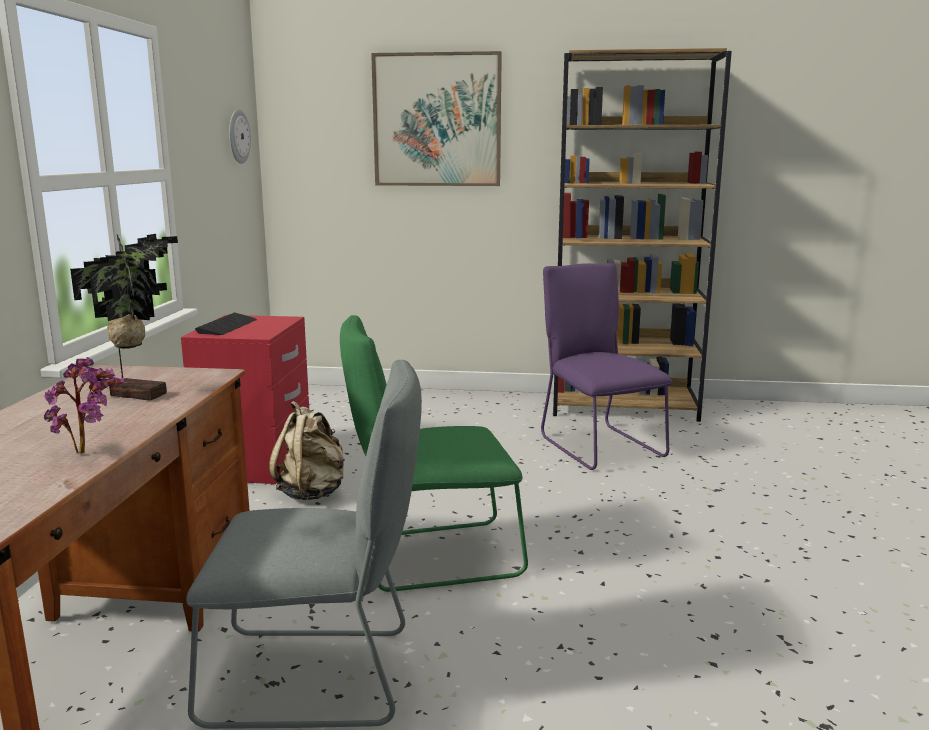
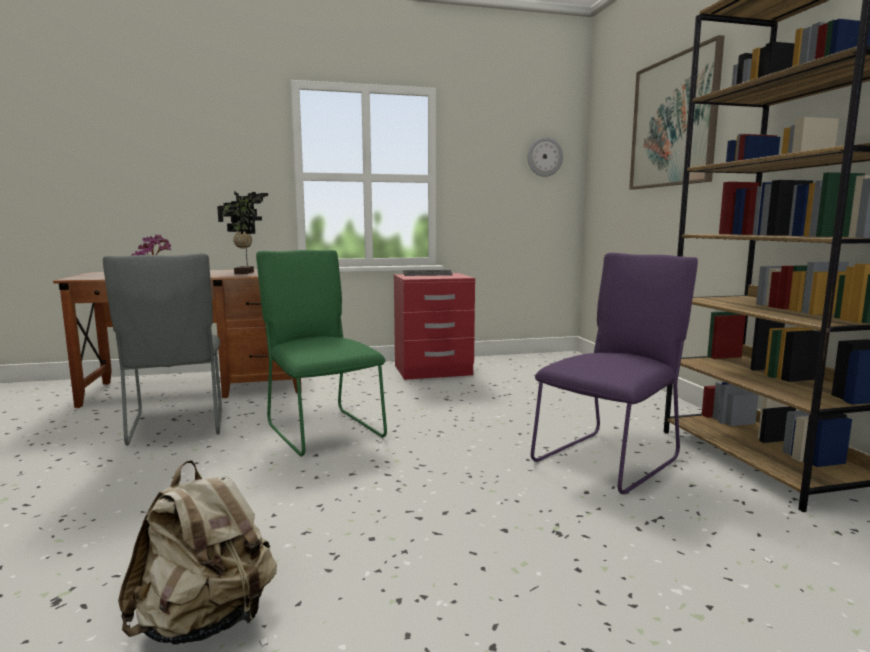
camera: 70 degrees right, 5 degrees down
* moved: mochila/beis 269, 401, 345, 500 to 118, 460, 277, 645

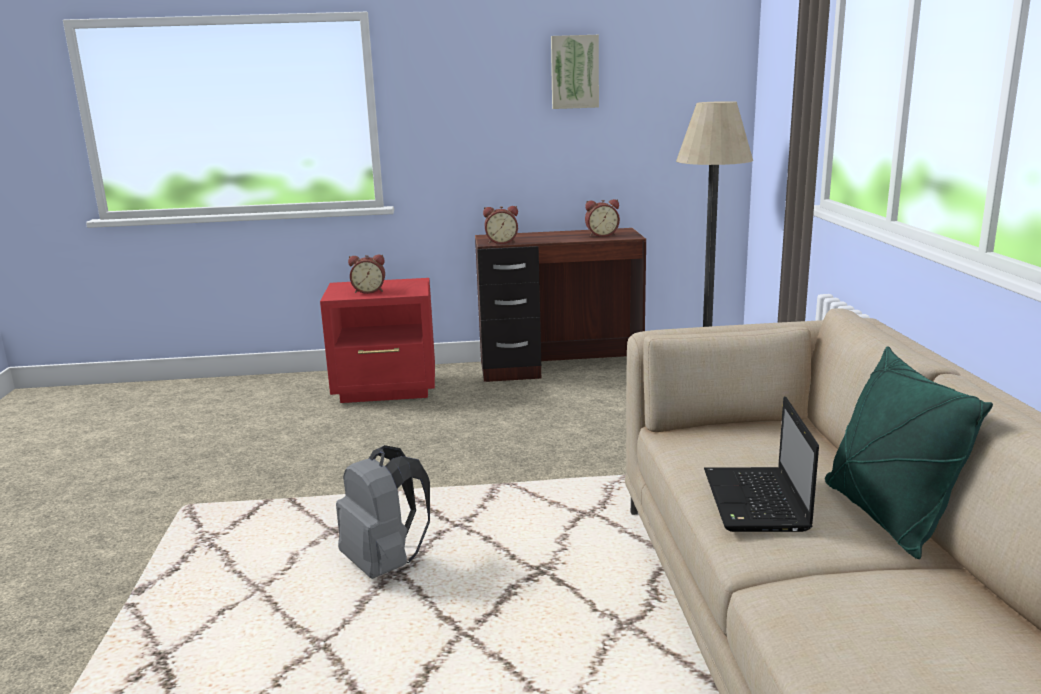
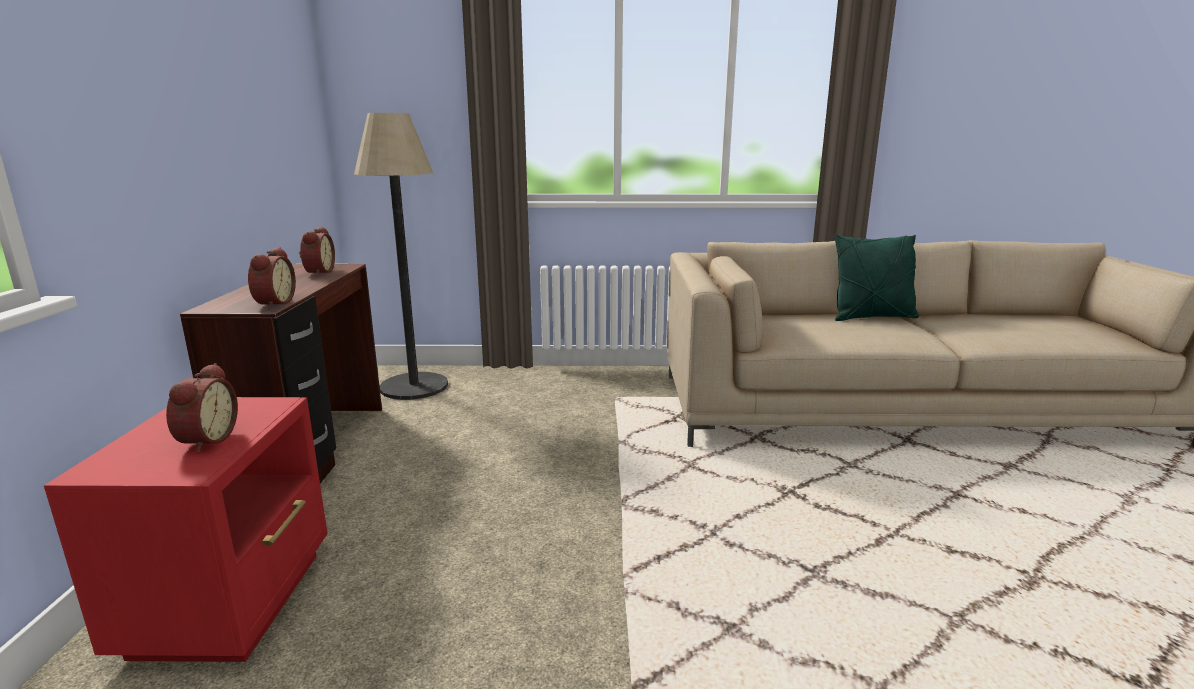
camera: 85 degrees left, 0 degrees up
* removed: mochila/gris 336, 445, 430, 579
* removed: cuadro 551, 35, 599, 109
* removed: portátil 704, 397, 819, 532

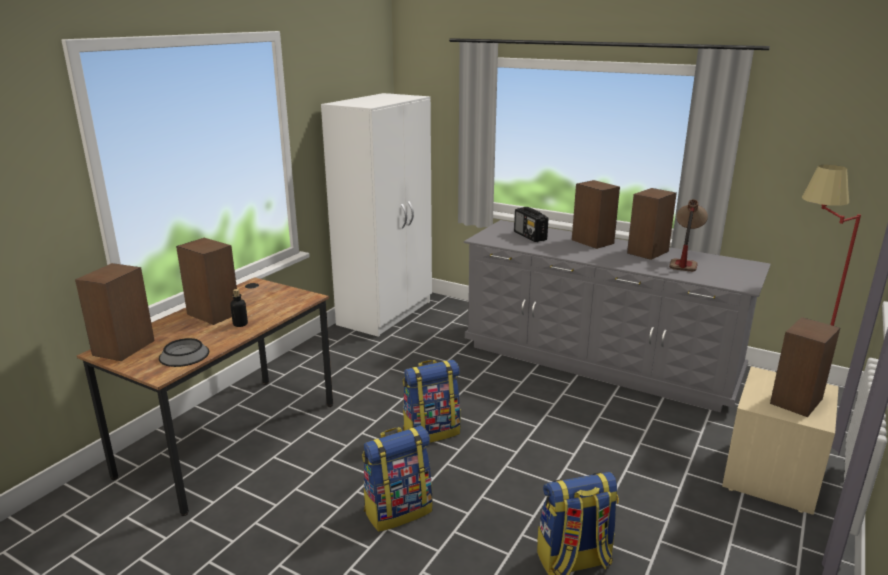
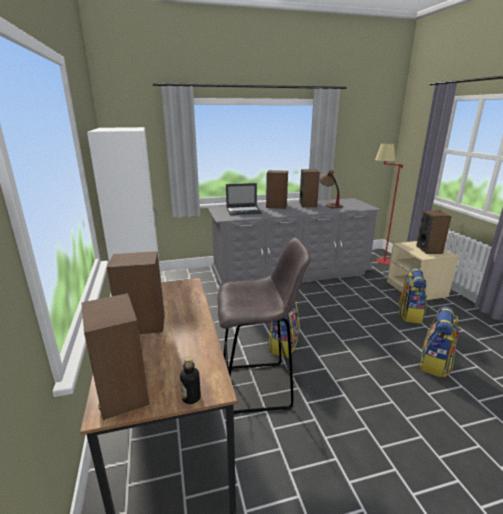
camera: 45 degrees left, 0 degrees up
* removed: cuenco 159, 338, 209, 367
* added: taburete/gris 218, 238, 310, 414
* moved: botella 230, 289, 248, 327 to 180, 356, 201, 404
* moved: mochila 362, 426, 433, 532 to 397, 267, 427, 324
* replaced: radio 514, 207, 548, 242 to portátil 226, 183, 262, 215

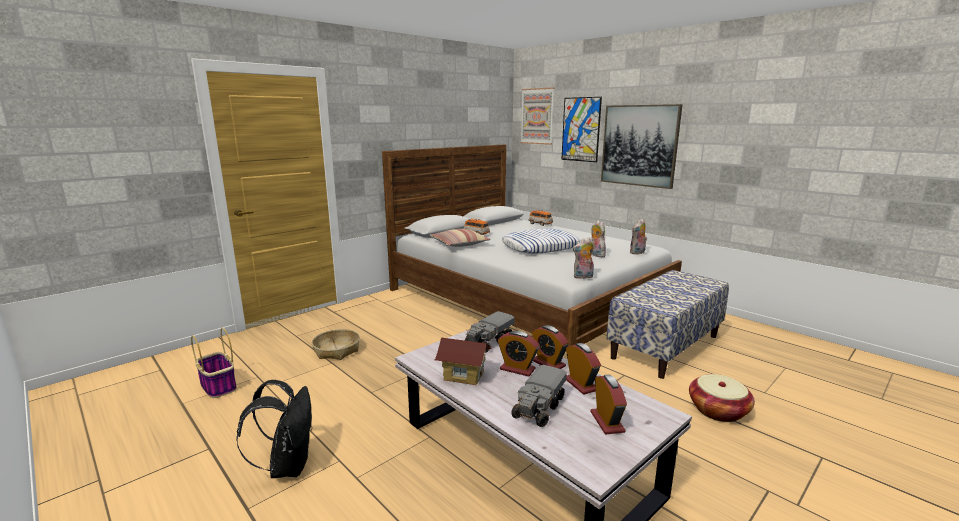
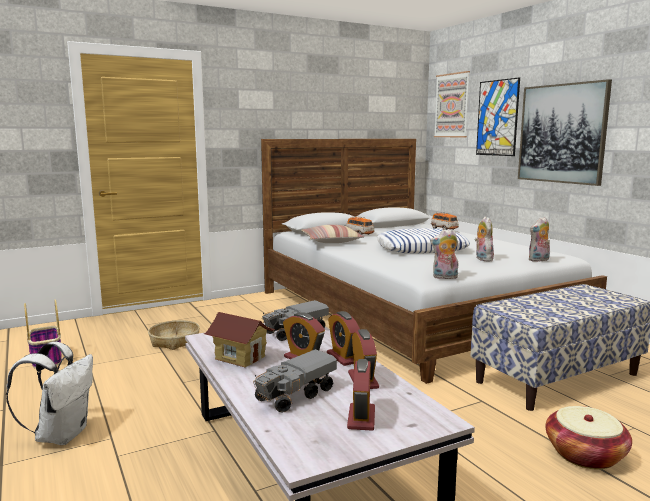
camera: 15 degrees right, 5 degrees down
* recoloured: mochila/negro 236, 380, 313, 478 to mochila/blanco 6, 342, 93, 445

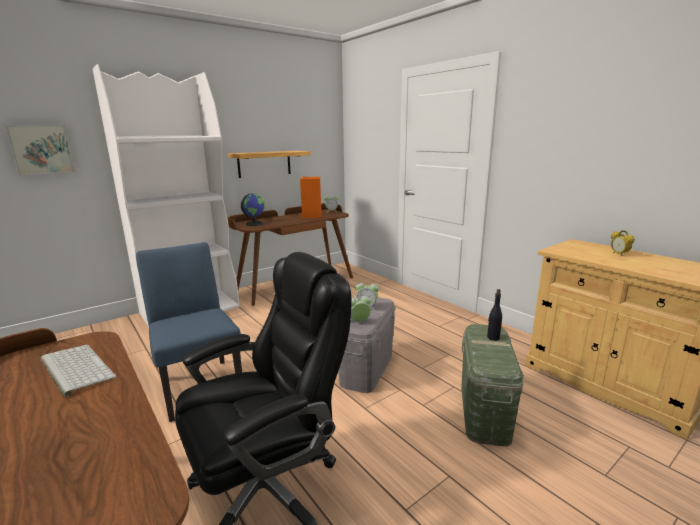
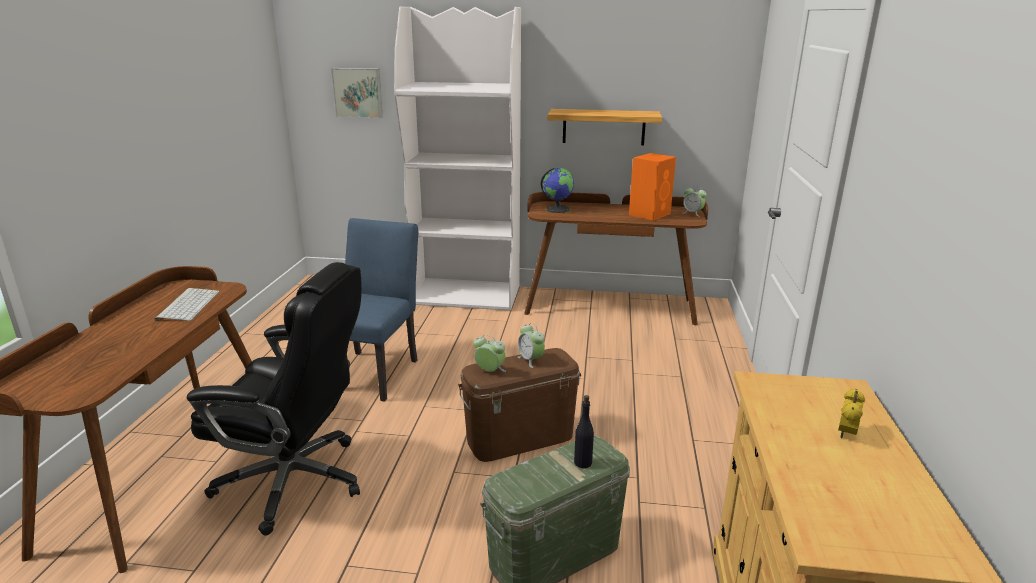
camera: 45 degrees right, 5 degrees up
* recoloured: caja de almacenaje/gris 338, 297, 395, 393 to caja de almacenaje/marrón 458, 348, 581, 462

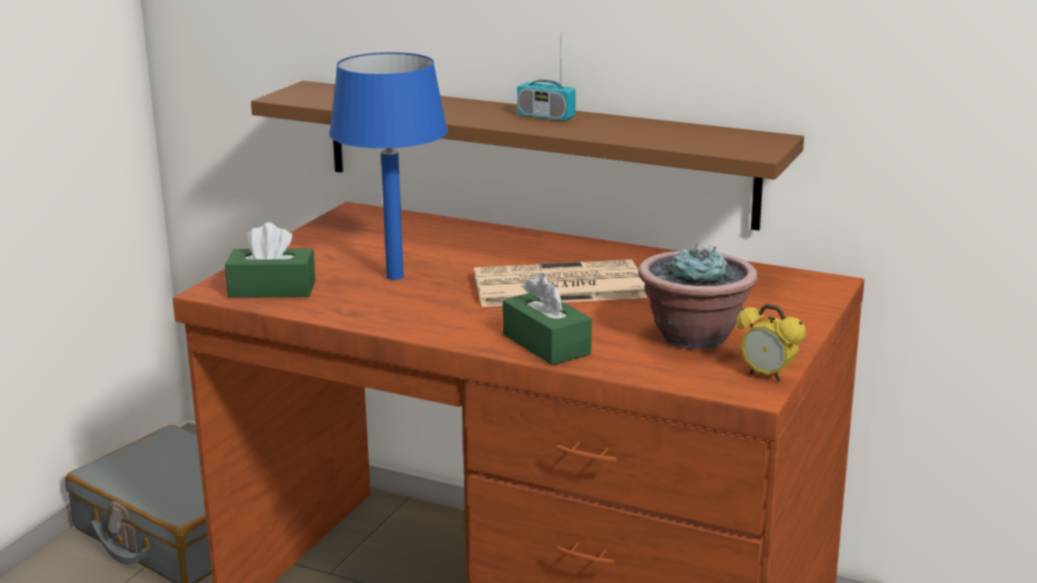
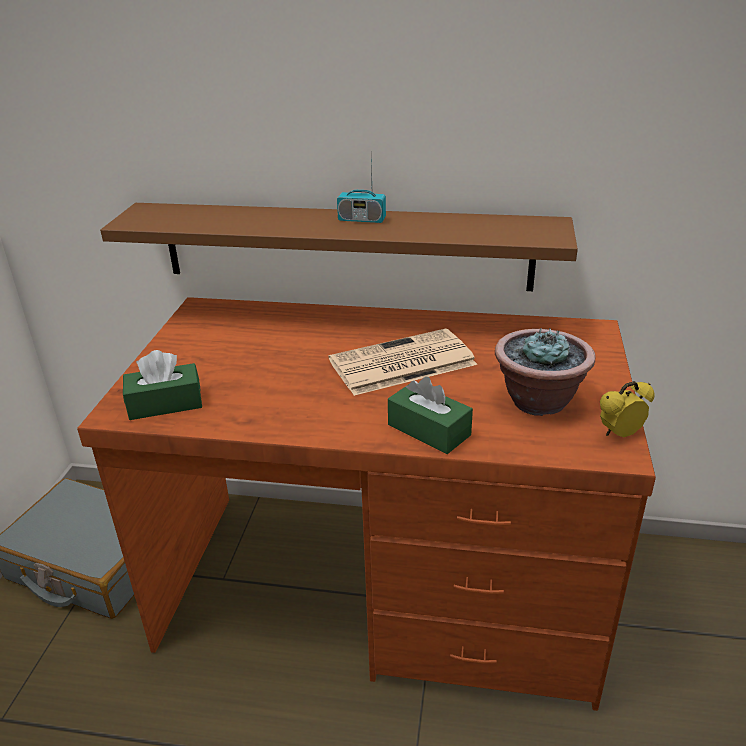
camera: 15 degrees left, 10 degrees up
* removed: lámpara de mesa/azul 329, 52, 448, 280
* turned: despertador 737, 304, 806, 382 = 600, 381, 655, 437 135 degrees clockwise

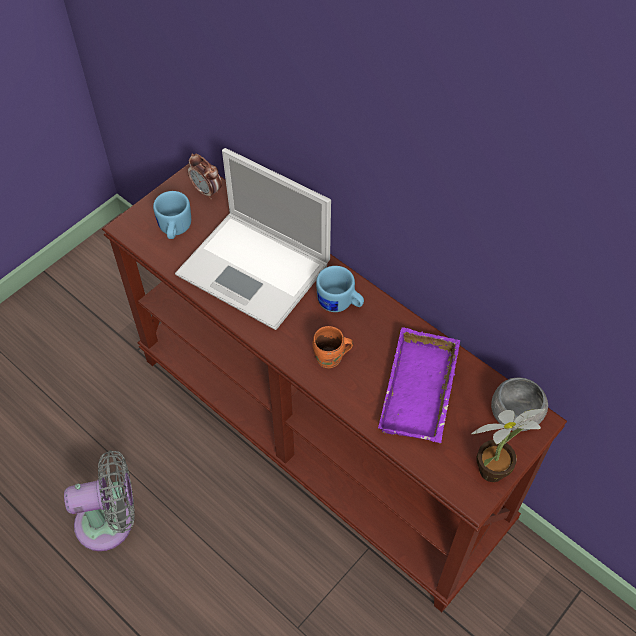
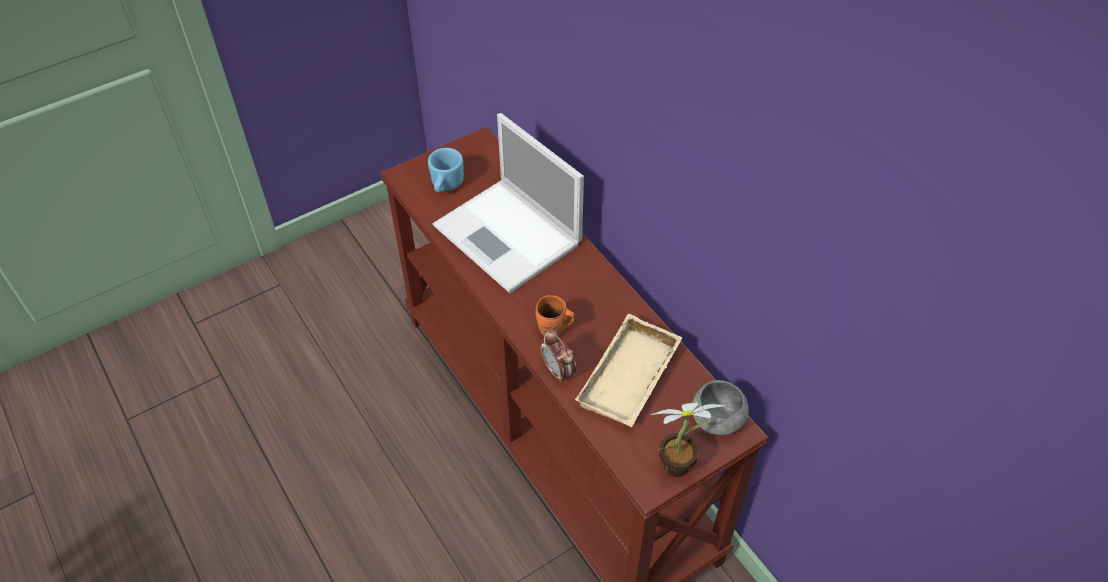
camera: 15 degrees right, 5 degrees down
* removed: ventilador/gris 64, 450, 135, 551
* removed: taza grande/azul 316, 266, 364, 312
* moved: despertador 188, 153, 222, 200 to 541, 330, 576, 382
* recoloured: bandeja/morado 378, 327, 460, 443 to bandeja/beis 575, 314, 683, 427

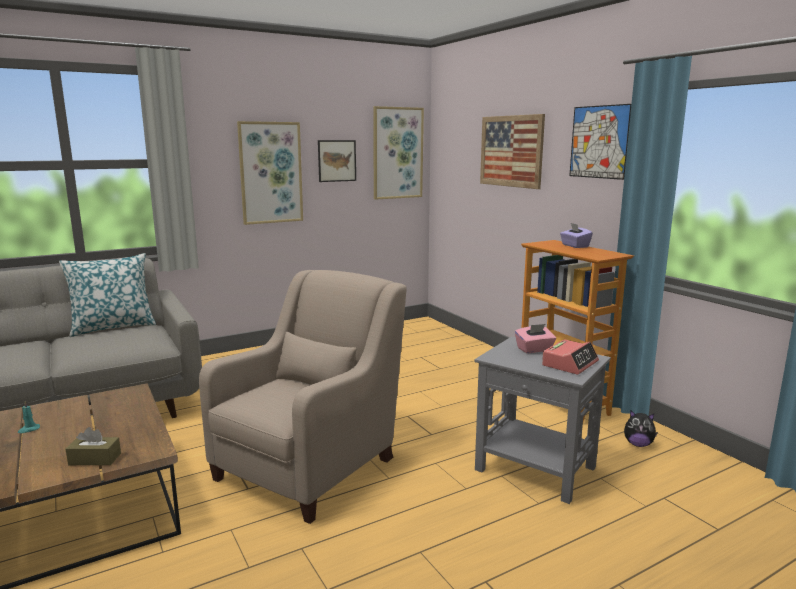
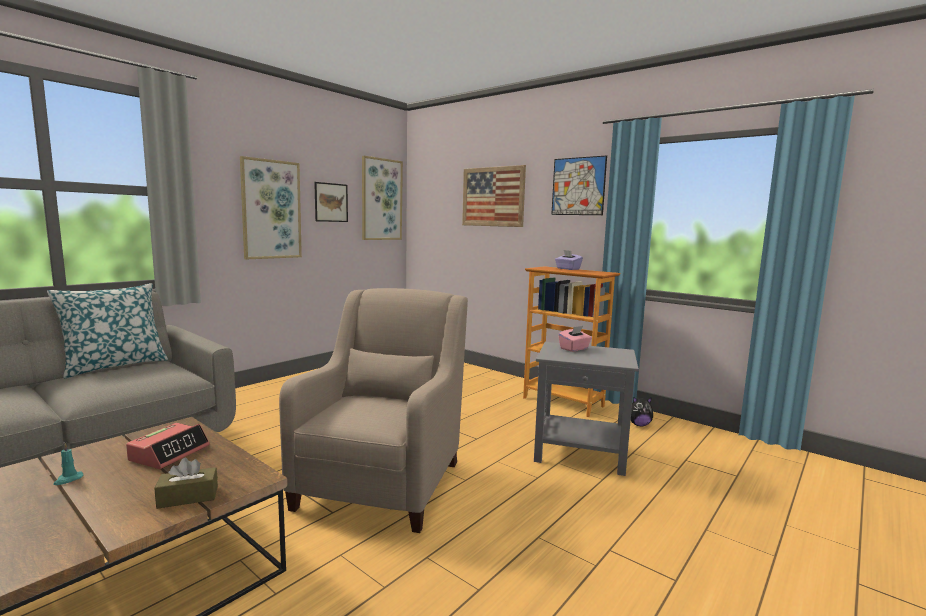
camera: 20 degrees left, 5 degrees down
* moved: despertador 542, 339, 599, 375 to 126, 423, 210, 469

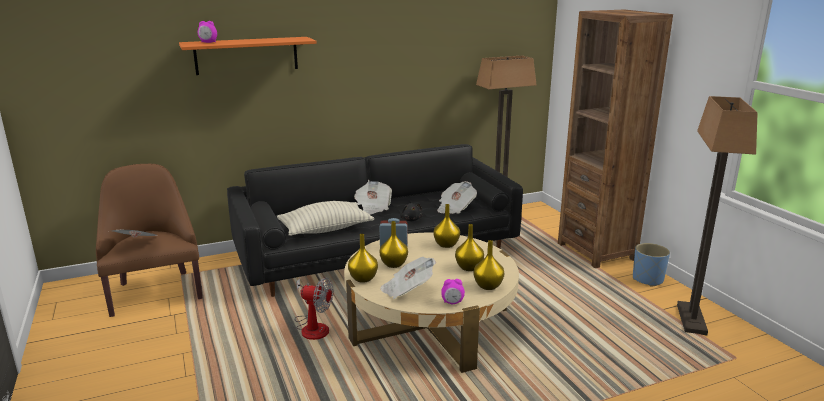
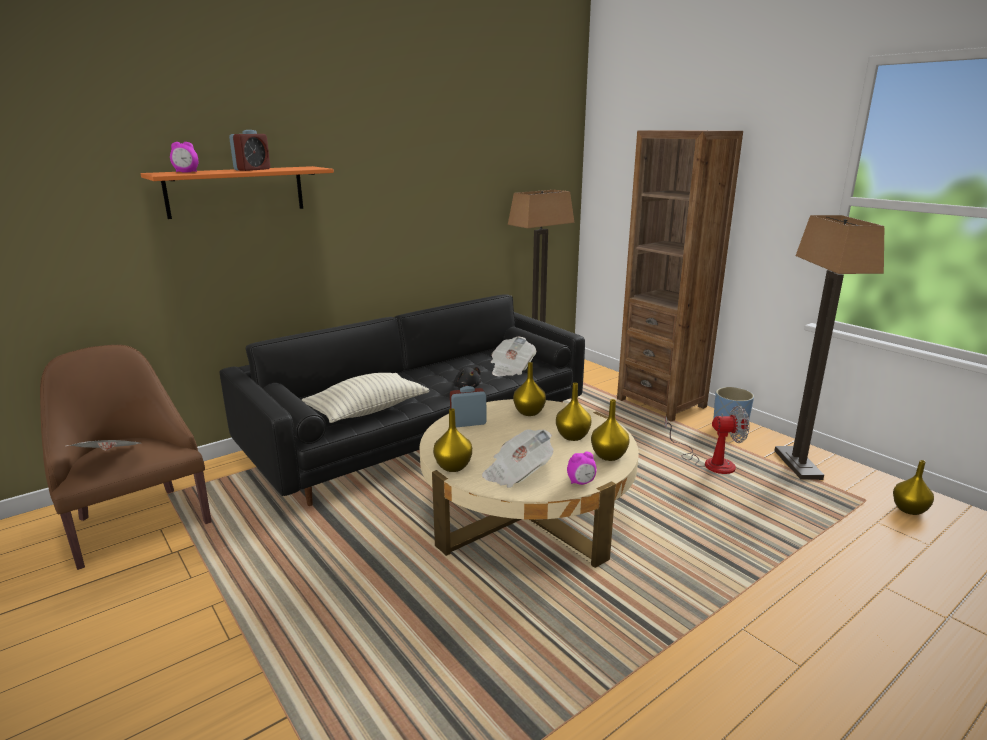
camera: 15 degrees left, 0 degrees up
* removed: periódico 354, 180, 392, 215
* added: despertador 229, 130, 270, 171
* moved: ventilador 295, 277, 333, 340 to 665, 406, 750, 474
* moved: florero/amarillo 380, 221, 408, 268 to 893, 460, 934, 515

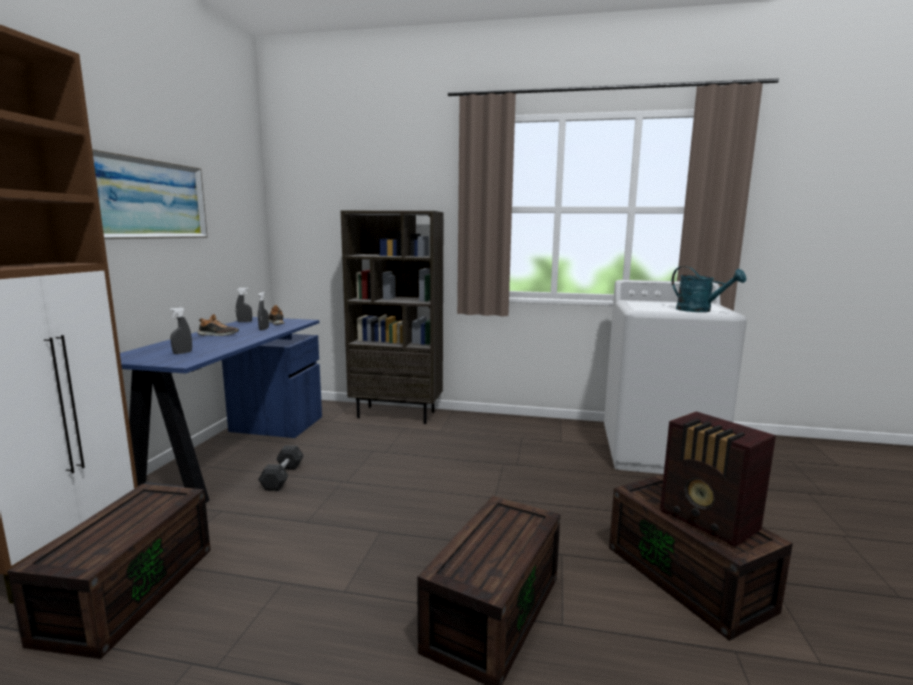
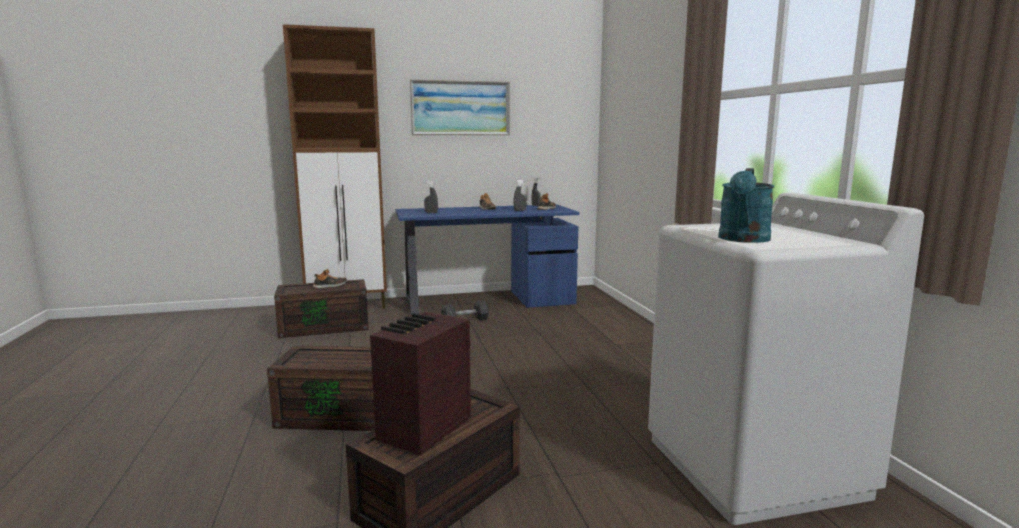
camera: 65 degrees right, 0 degrees up
* removed: estantería/marrón 340, 210, 444, 424
* added: zapato 313, 269, 347, 289

